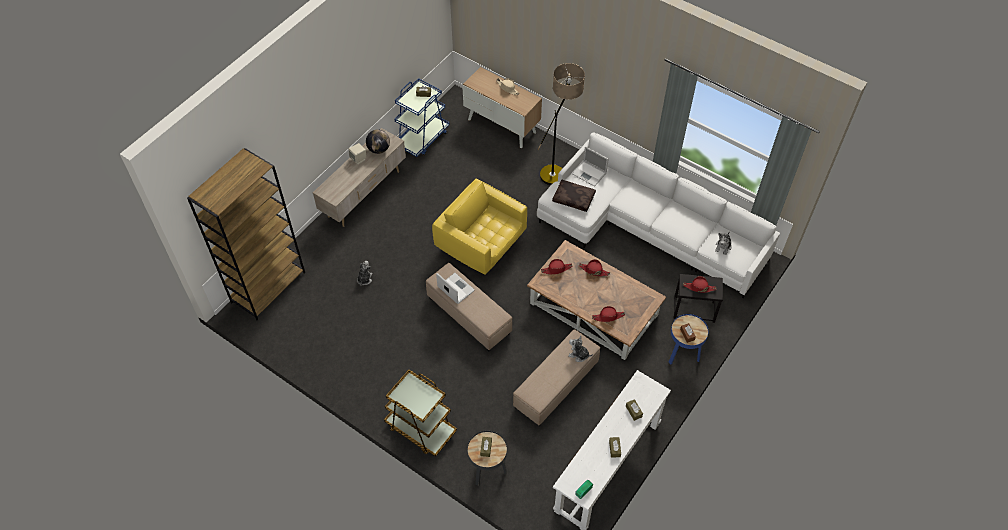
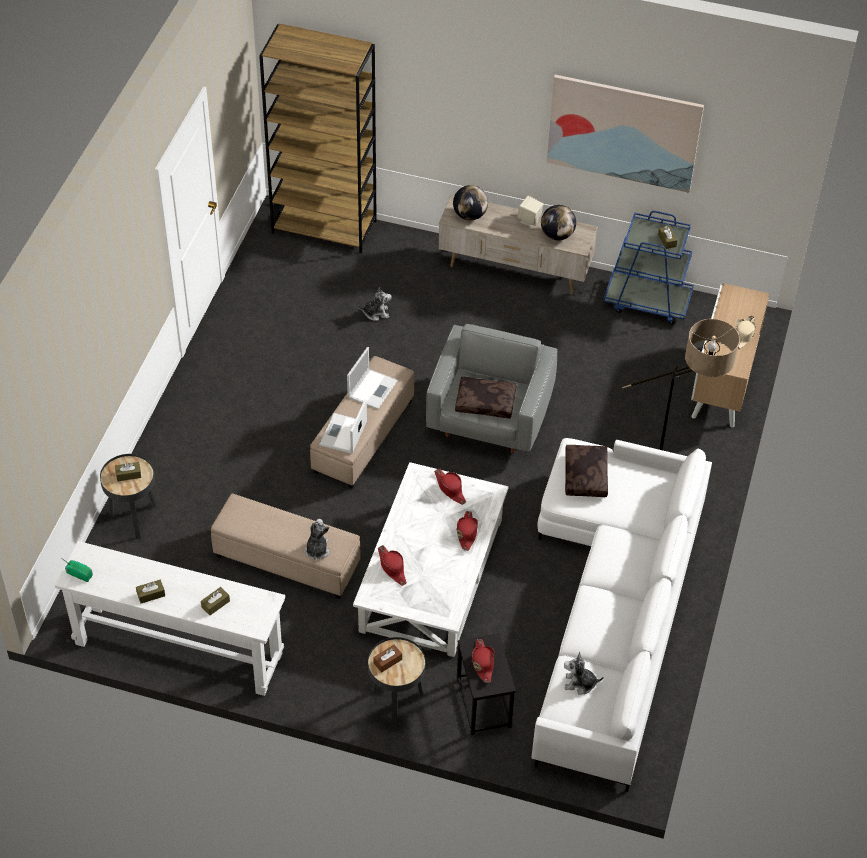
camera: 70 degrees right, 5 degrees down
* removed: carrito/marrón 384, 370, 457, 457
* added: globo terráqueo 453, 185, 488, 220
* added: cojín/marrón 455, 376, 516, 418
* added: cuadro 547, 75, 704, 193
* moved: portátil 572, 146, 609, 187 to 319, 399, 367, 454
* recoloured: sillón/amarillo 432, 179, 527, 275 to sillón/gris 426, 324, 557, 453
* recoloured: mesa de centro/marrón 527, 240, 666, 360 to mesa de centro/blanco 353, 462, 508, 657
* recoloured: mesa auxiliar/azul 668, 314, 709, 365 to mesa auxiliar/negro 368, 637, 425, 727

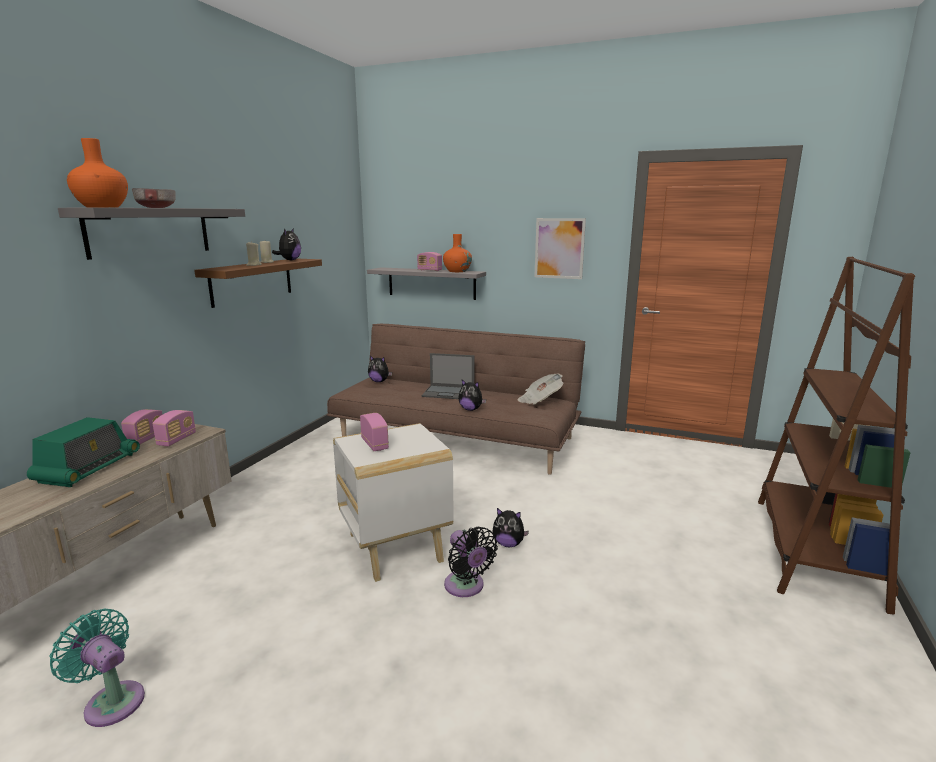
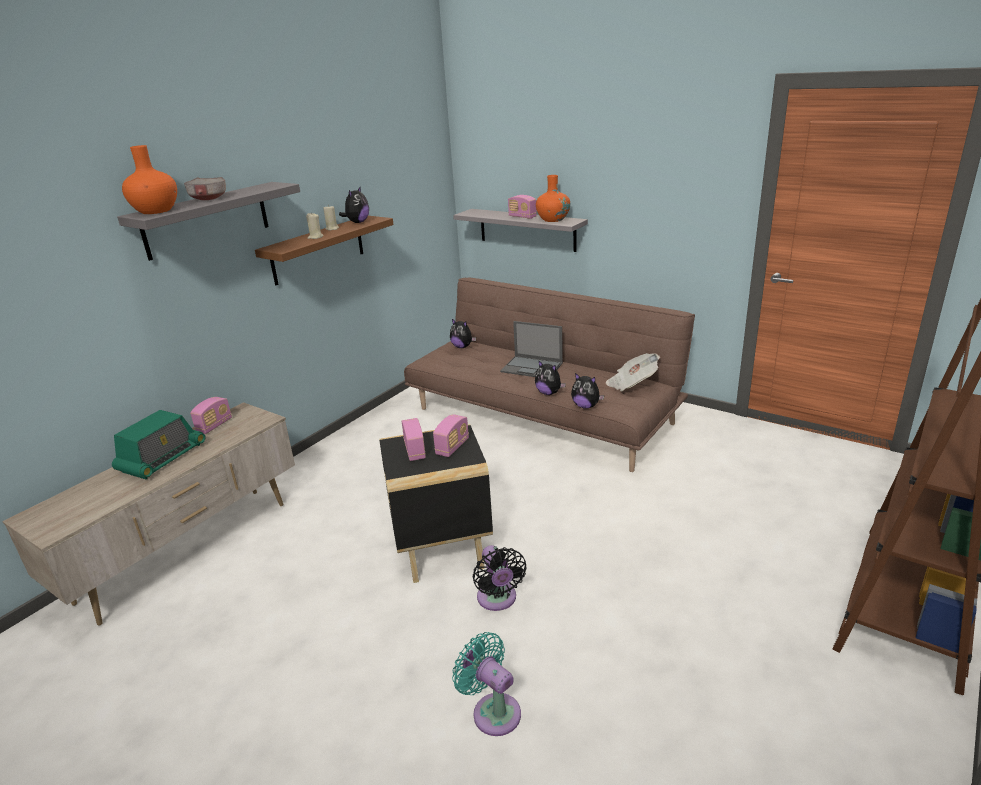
camera: 15 degrees right, 10 degrees up
* removed: cuadro 534, 218, 586, 279
* moved: ventilador/turquesa 50, 609, 145, 727 to 452, 632, 521, 736
* moved: radio 153, 410, 196, 446 to 433, 414, 469, 457
* moved: peluche 493, 508, 529, 547 to 571, 373, 604, 409
* recoloured: mesa auxiliar/blanco 333, 423, 454, 582 to mesa auxiliar/negro 379, 424, 493, 583

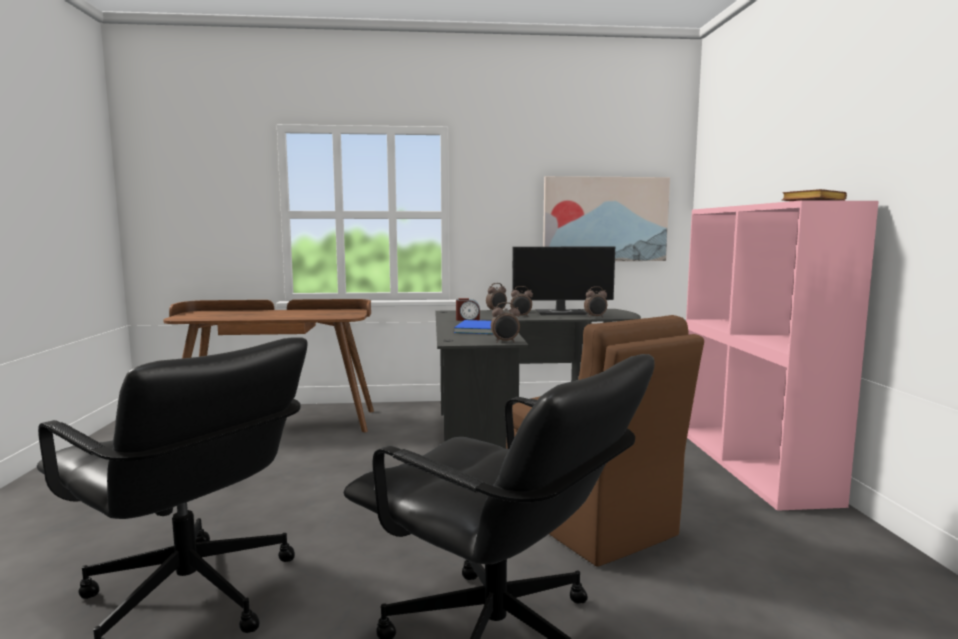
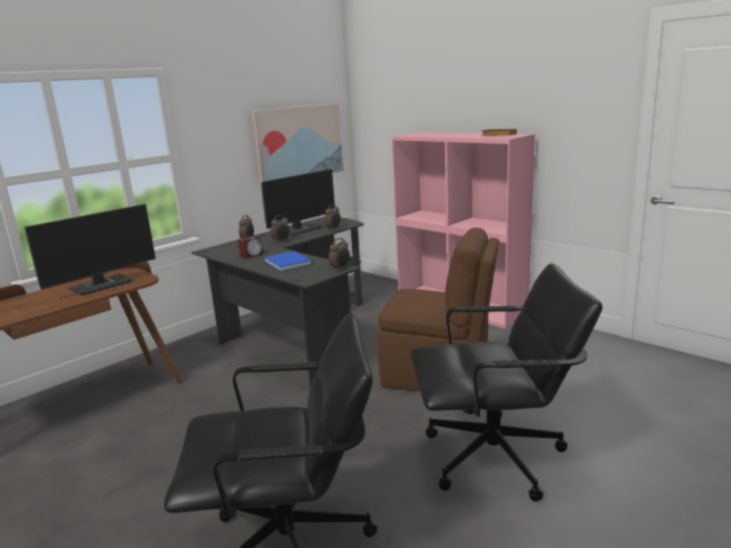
camera: 40 degrees left, 10 degrees up
* added: monitor 25, 204, 156, 296

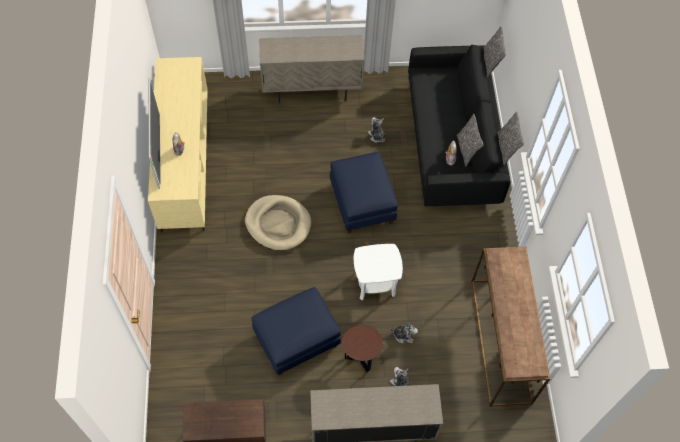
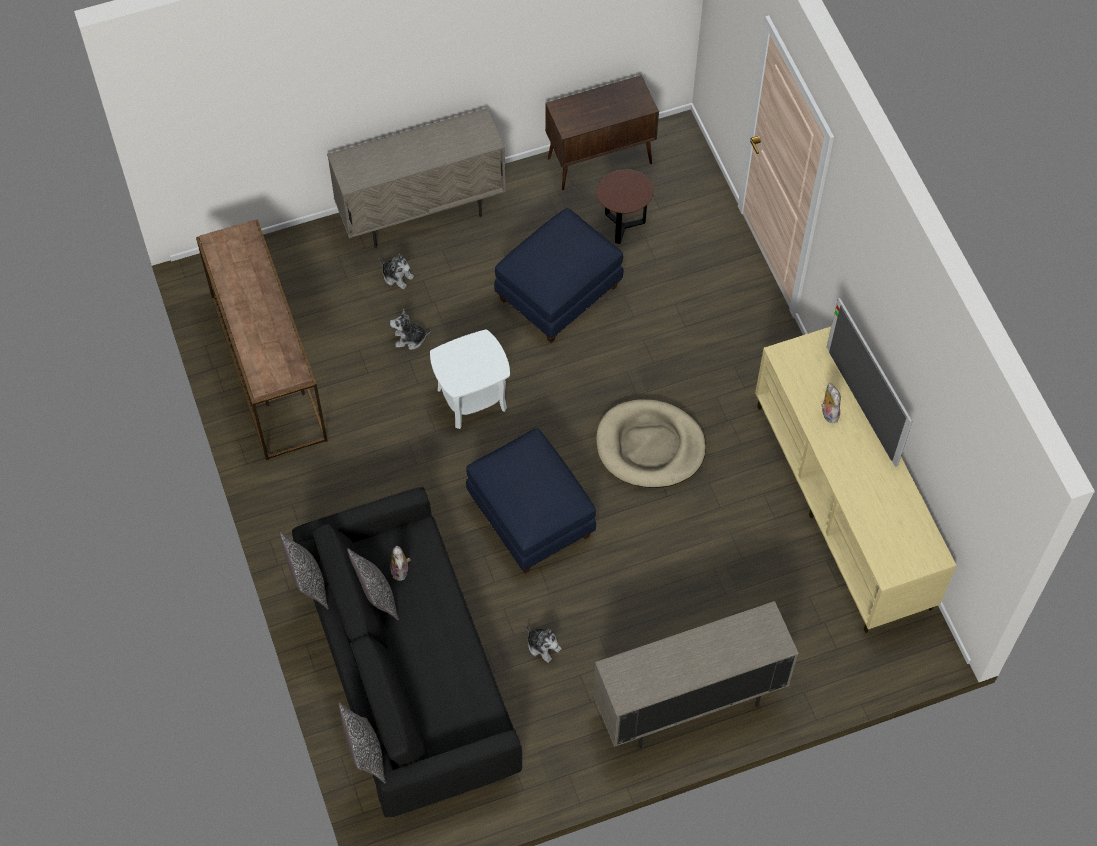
camera: 165 degrees right, 0 degrees up
* moved: mesa auxiliar/marrón 342, 325, 383, 372 to 597, 169, 654, 244

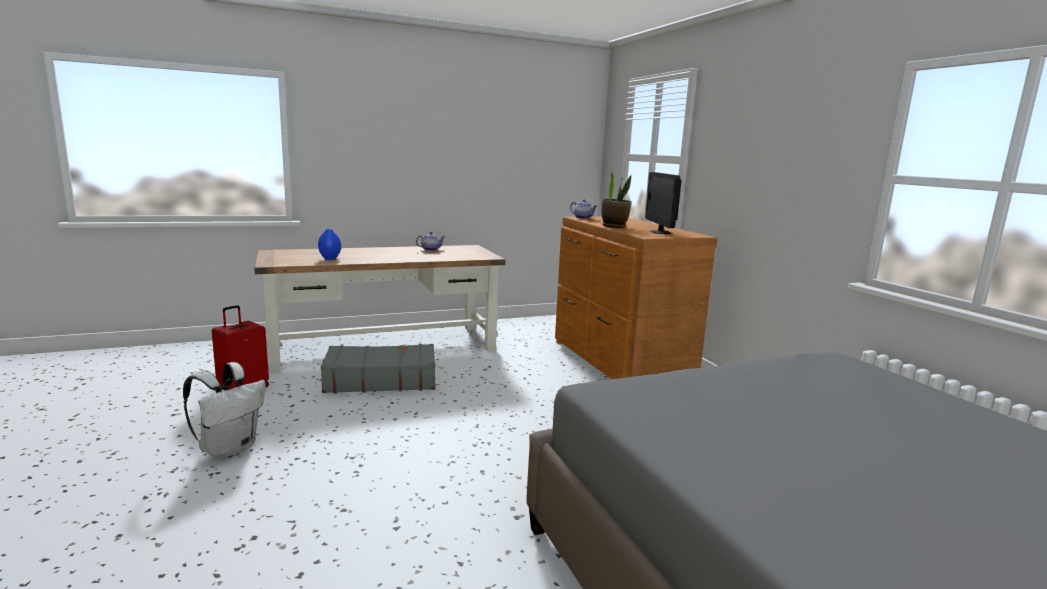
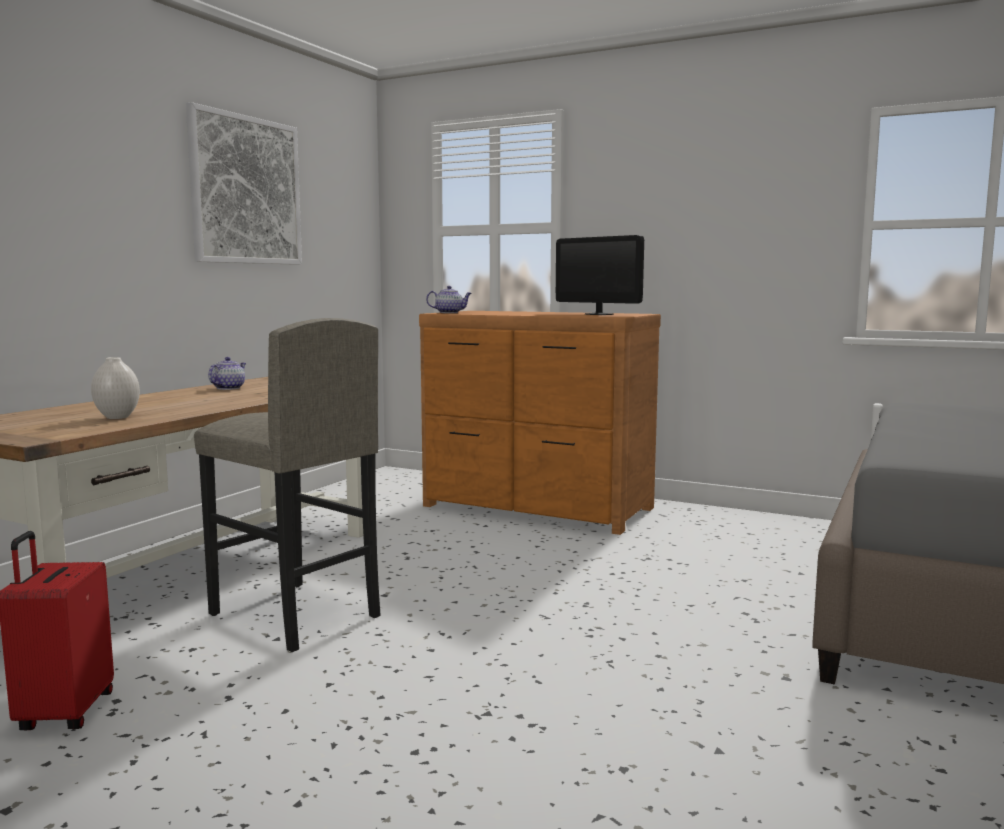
camera: 40 degrees left, 5 degrees down
* removed: mochila/blanco 183, 362, 265, 459
* removed: planta en maceta 601, 170, 632, 228
* added: cuadro 186, 102, 302, 265
* replaced: maleta/gris 321, 344, 435, 393 to taburete/gris 194, 318, 380, 652
* recoloured: florero/azul 318, 229, 341, 260 to florero/blanco 91, 357, 140, 419

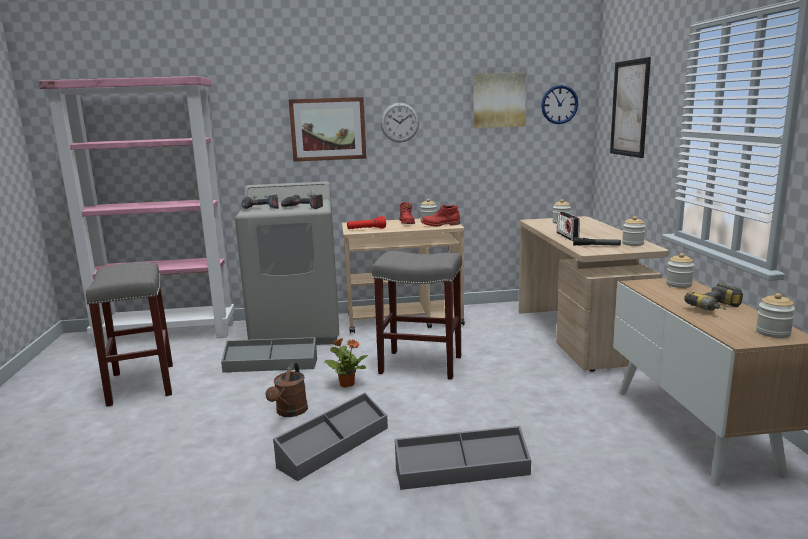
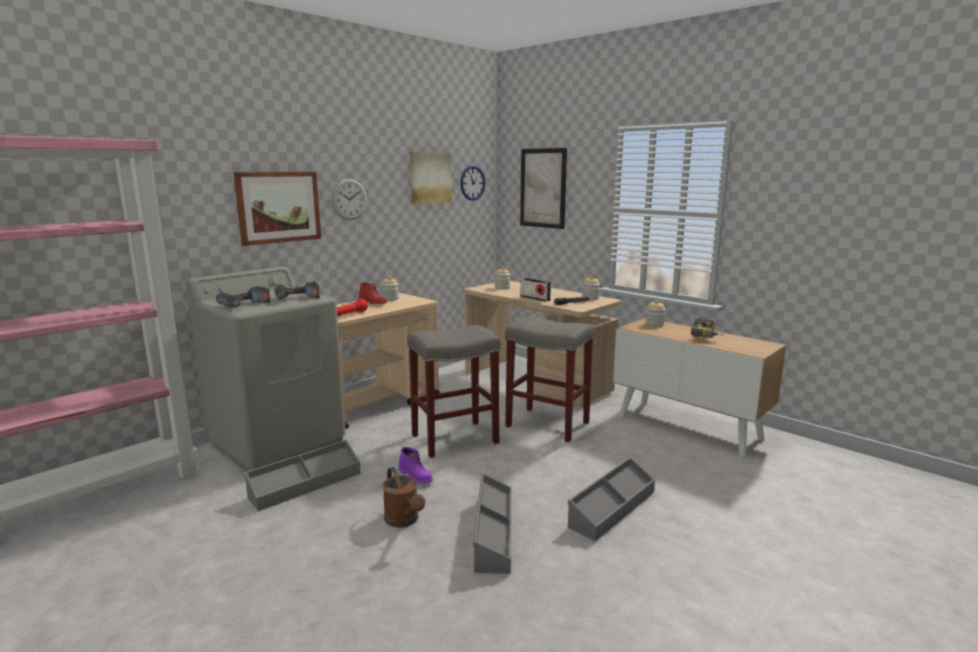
camera: 40 degrees left, 0 degrees up
* removed: bota/rojo 421, 205, 460, 226
* removed: tarro 756, 293, 795, 338
* moved: taburete/gris 86, 262, 173, 407 to 505, 316, 595, 442
* replaced: planta en maceta 324, 338, 368, 388 to bota/morado 398, 447, 433, 484

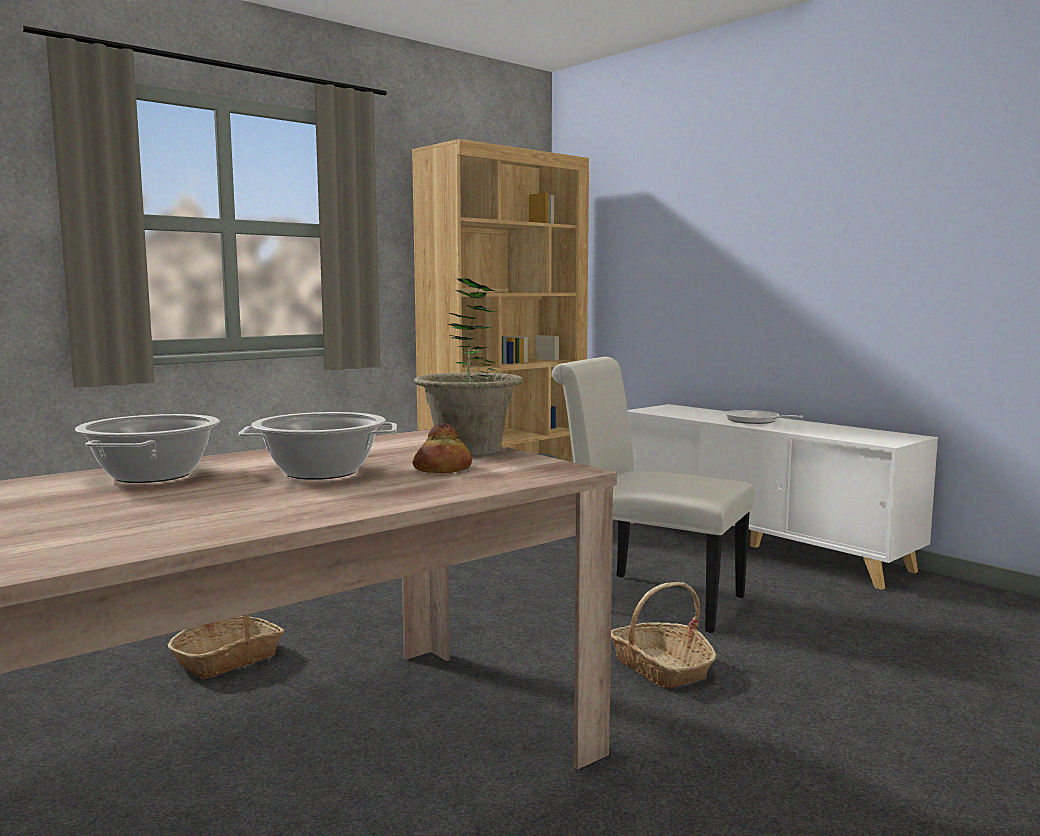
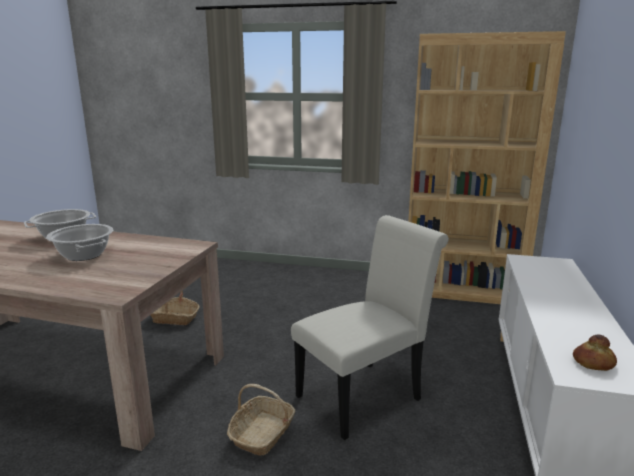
camera: 55 degrees right, 10 degrees up
* removed: planta en maceta 414, 278, 523, 456
* removed: sartén 725, 410, 803, 424
* moved: pan 413, 423, 472, 473 to 573, 335, 617, 371
* turned: silla/blanco 552, 357, 754, 633 = 291, 215, 449, 440 60 degrees clockwise

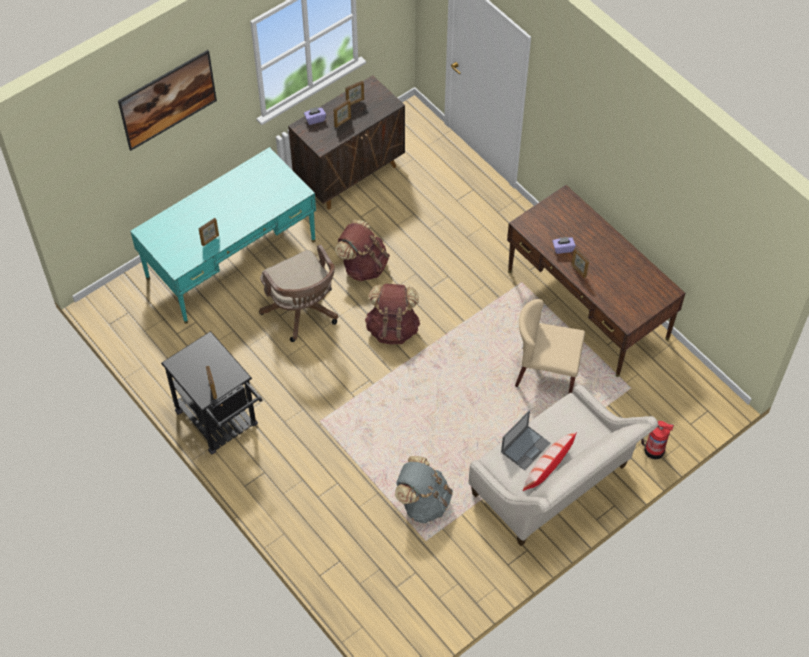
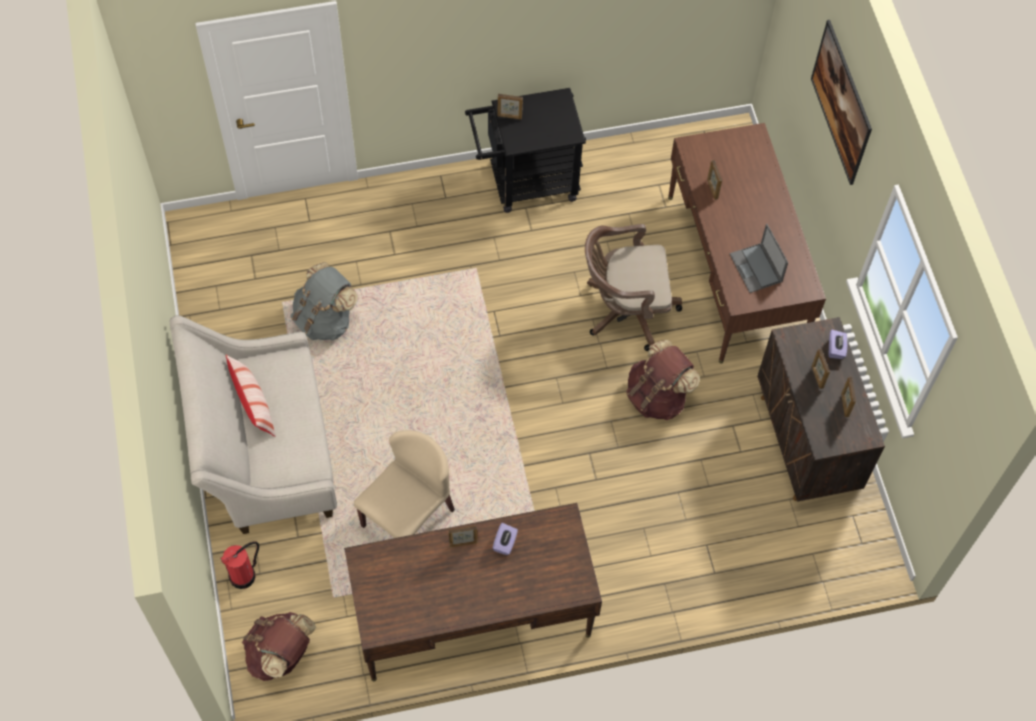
camera: 115 degrees right, 5 degrees up
* moved: mochila/marrón 365, 284, 420, 344 to 242, 612, 316, 681
* moved: portátil 501, 410, 551, 470 to 730, 224, 788, 293
* recoloured: escritorio/turquesa 130, 147, 316, 324 to escritorio/marrón 668, 123, 826, 363

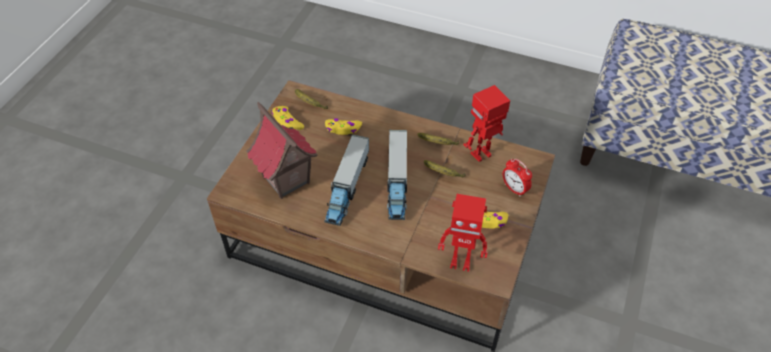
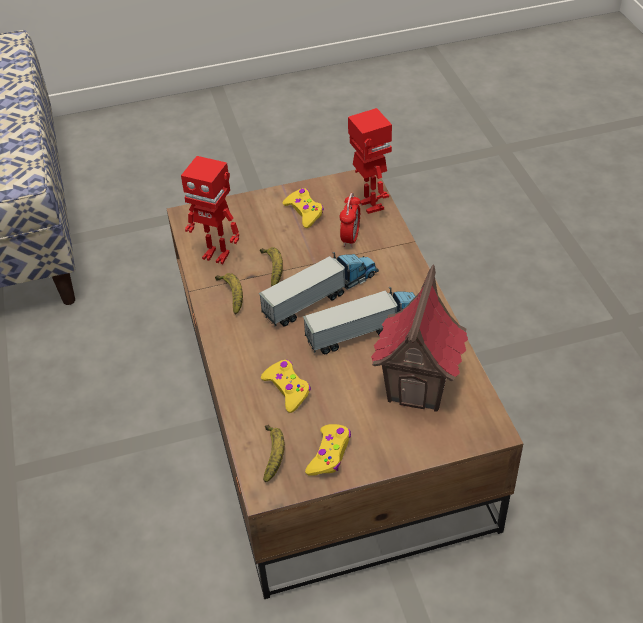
camera: 125 degrees left, 5 degrees down
* moved: despertador 503, 159, 532, 197 to 339, 193, 361, 248

